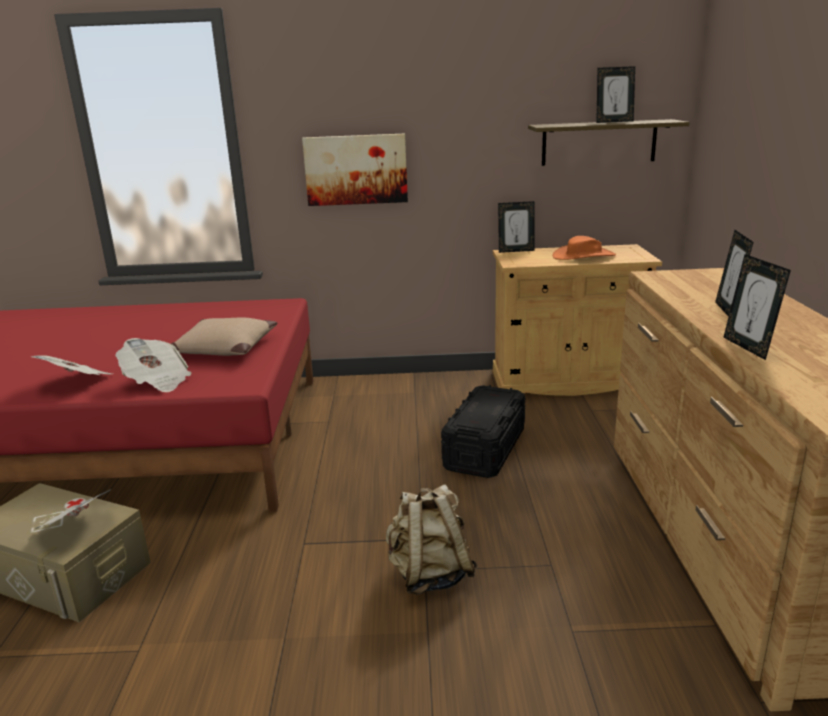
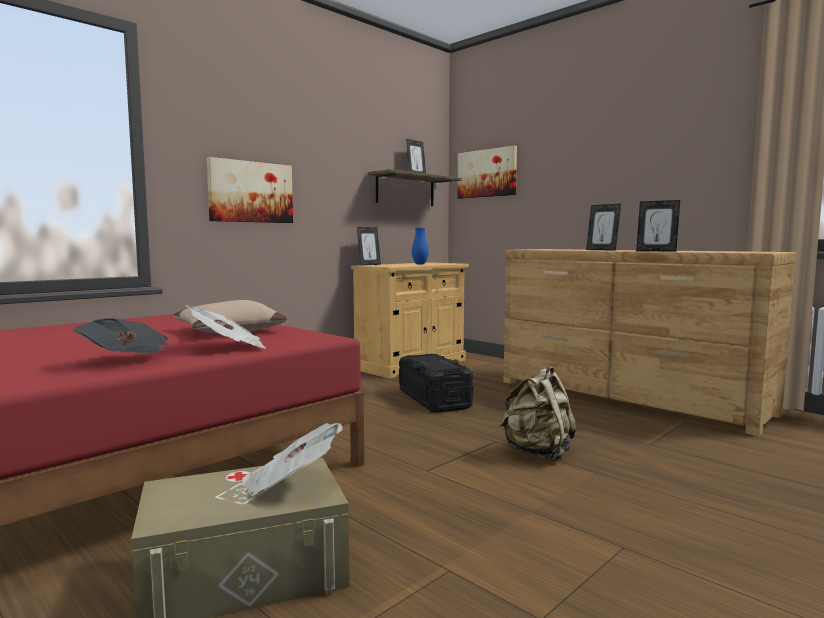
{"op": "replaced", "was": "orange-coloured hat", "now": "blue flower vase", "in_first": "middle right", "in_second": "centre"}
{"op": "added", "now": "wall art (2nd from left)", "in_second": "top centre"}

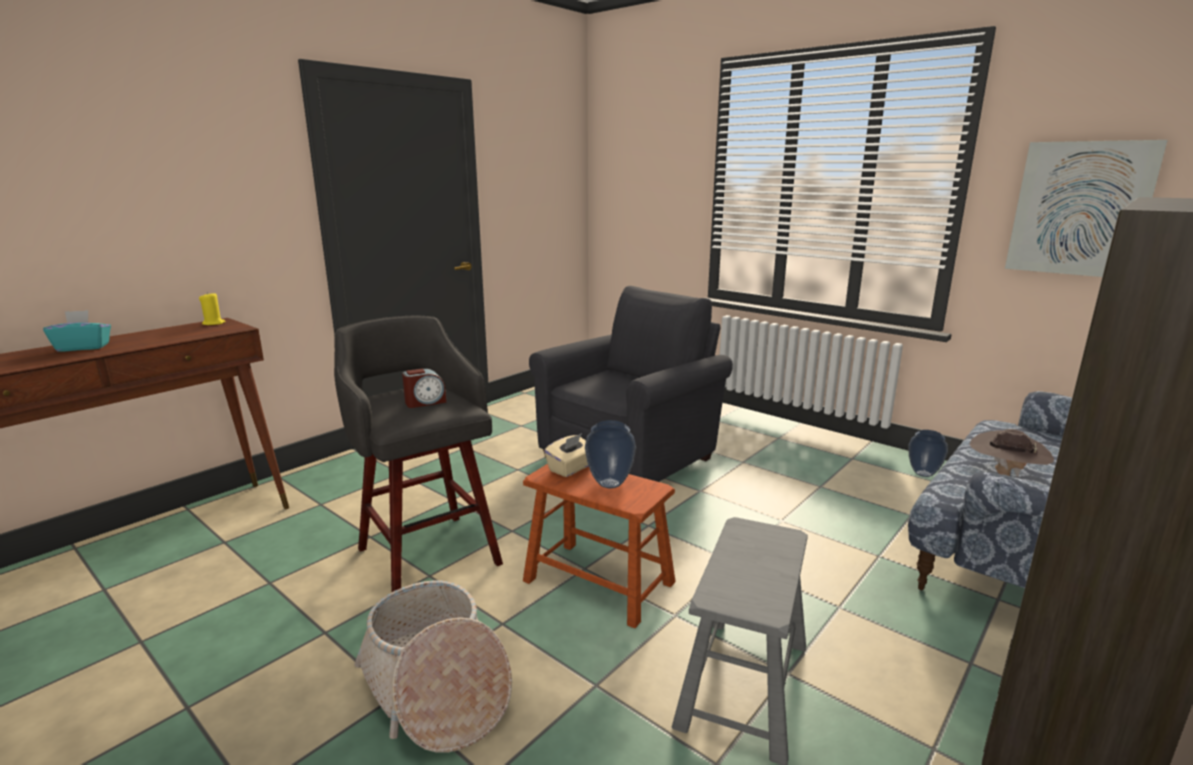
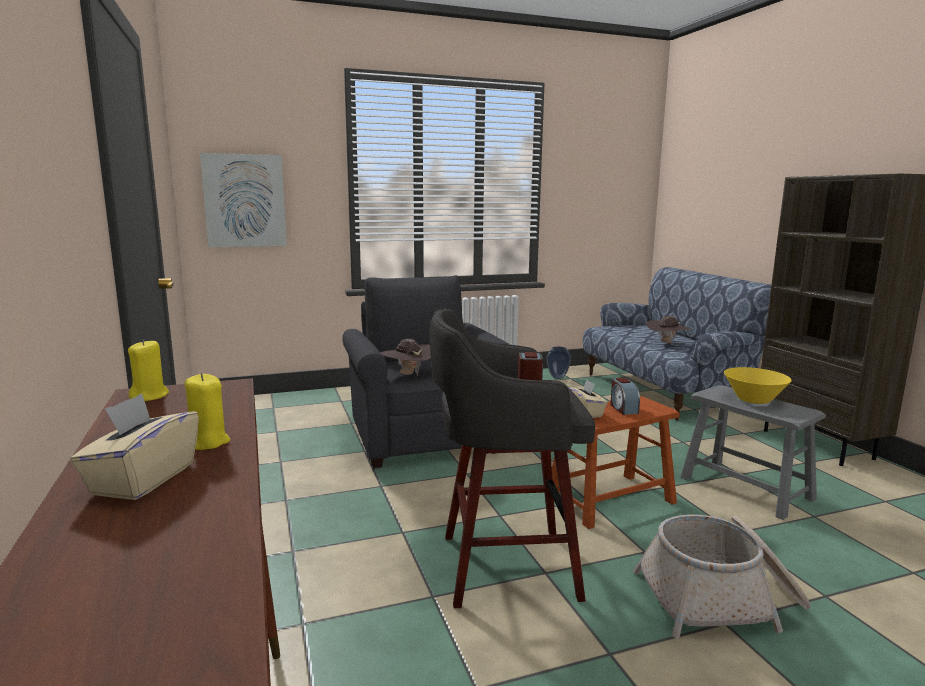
{"op": "moved", "was": "wall art", "in_first": "top right", "in_second": "top left"}
{"op": "recoloured", "was": "turquoise box of tissues", "now": "beige-coloured box of tissues (1st from left)", "in_first": "middle left", "in_second": "middle left"}
{"op": "replaced", "was": "flower vase (1st from left)", "now": "table clock (2nd from left)", "in_first": "centre", "in_second": "middle right"}
{"op": "added", "now": "brown hat (1st from left)", "in_second": "centre"}
{"op": "added", "now": "yellow-coloured serving bowl", "in_second": "middle right"}
{"op": "added", "now": "yellow-coloured wax candle (2nd from left)", "in_second": "middle left"}

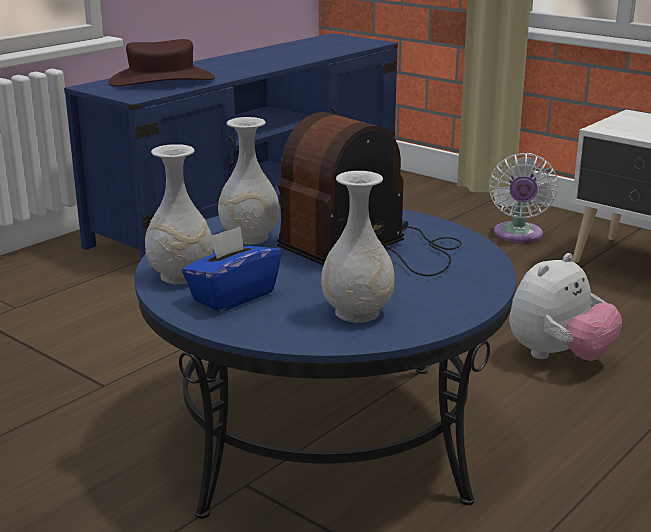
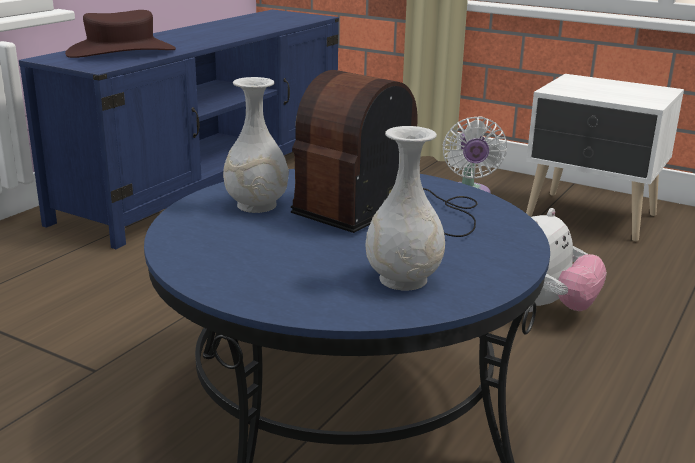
{"op": "removed", "was": "whitish flower vase (1st from left)", "in_first": "middle left"}
{"op": "removed", "was": "blue box of tissues", "in_first": "centre"}

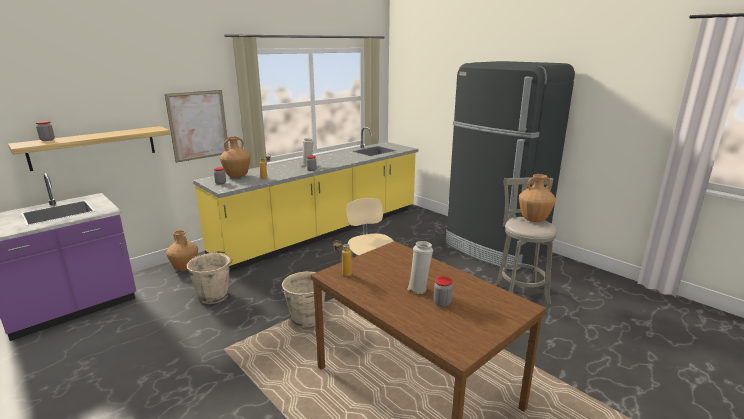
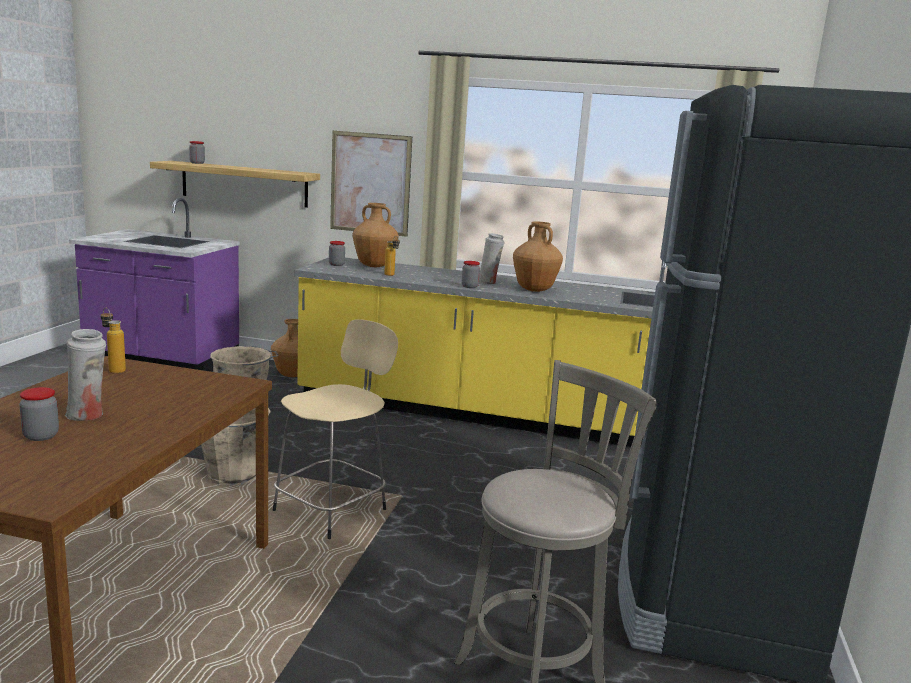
{"op": "moved", "was": "brown flower vase (3rd from left)", "in_first": "middle right", "in_second": "centre"}

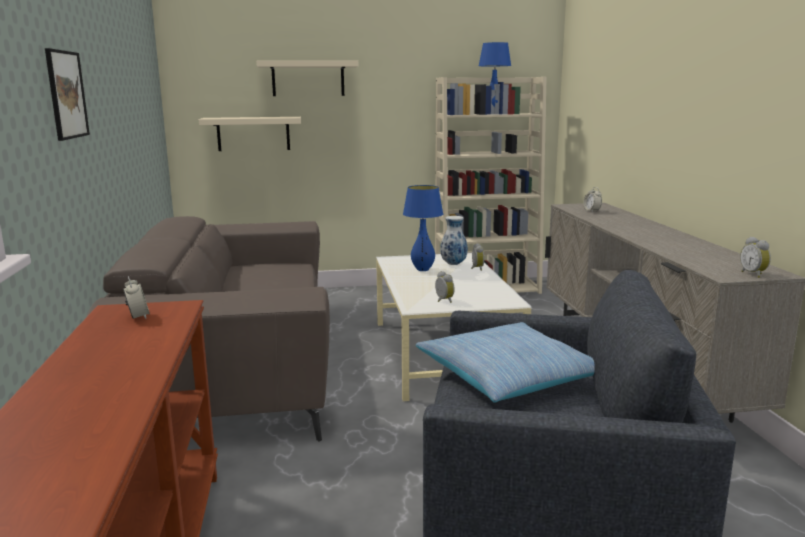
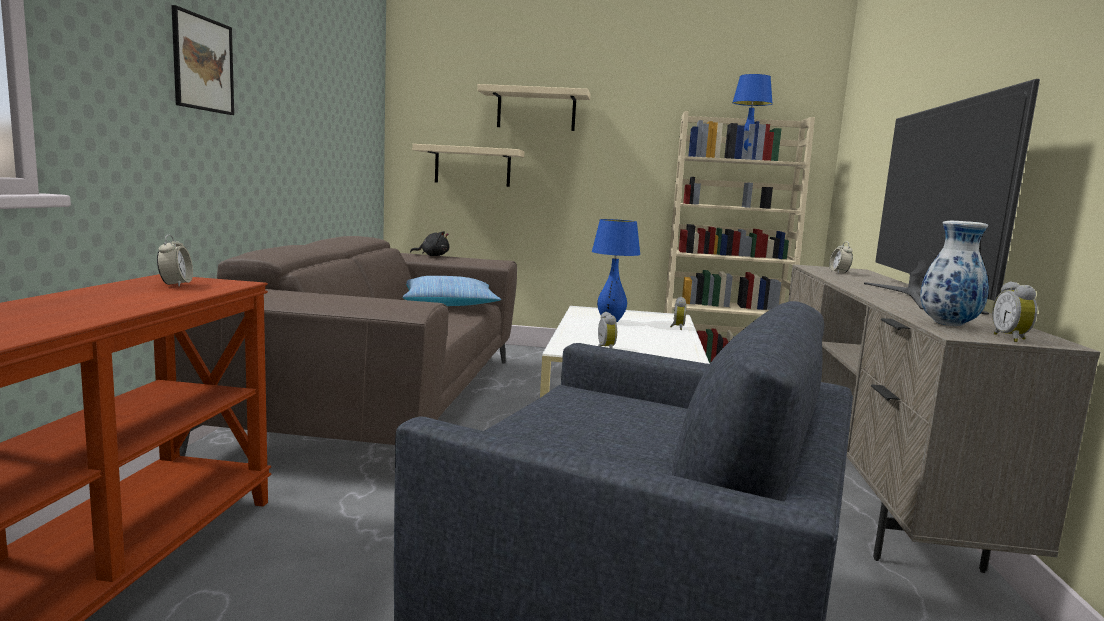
{"op": "moved", "was": "flower vase", "in_first": "centre", "in_second": "middle right"}
{"op": "moved", "was": "pillow", "in_first": "bottom centre", "in_second": "centre"}
{"op": "added", "now": "TV", "in_second": "top right"}
{"op": "added", "now": "black soft toy", "in_second": "centre"}

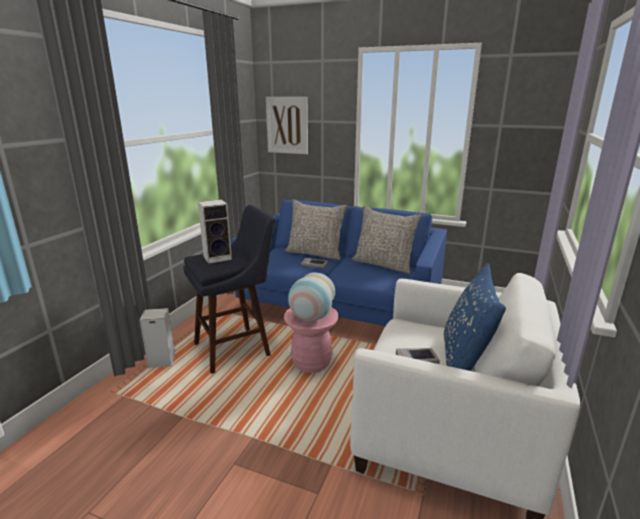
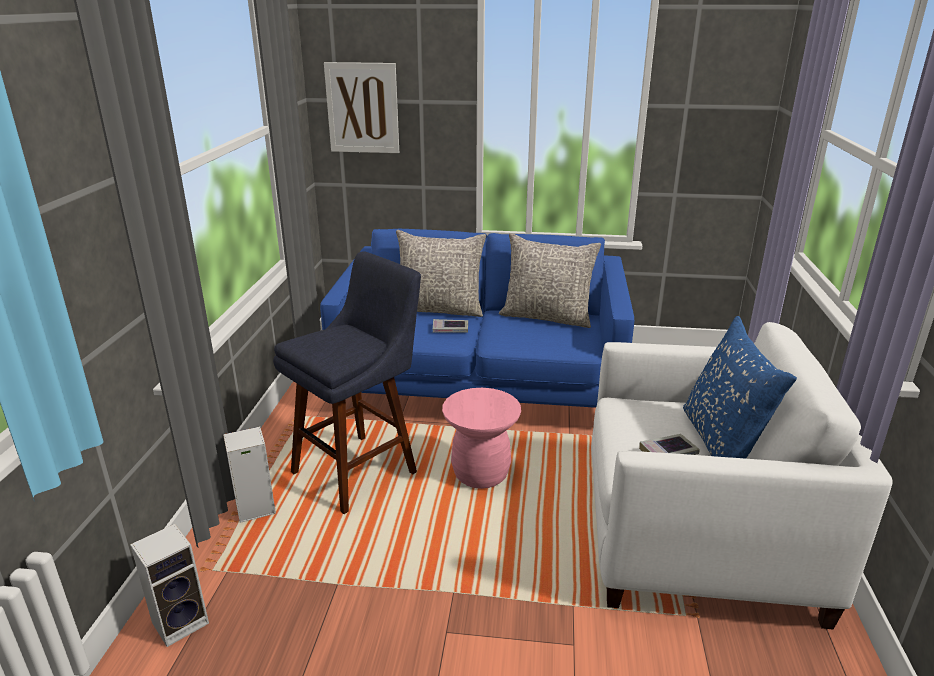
{"op": "moved", "was": "loudspeaker (2nd from left in the first image)", "now": "loudspeaker (1st from left)", "in_first": "centre", "in_second": "bottom left"}
{"op": "removed", "was": "flower vase", "in_first": "centre"}

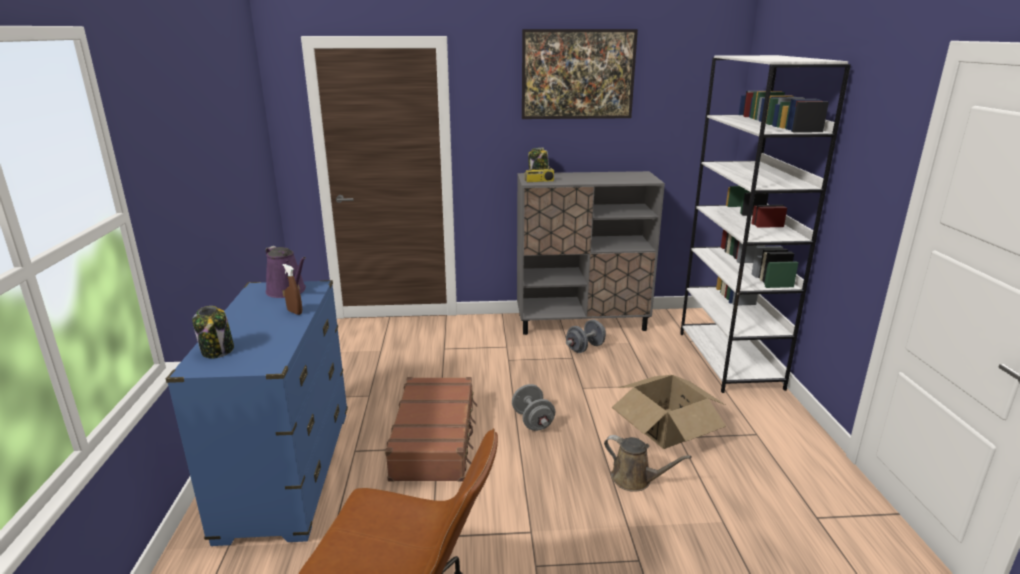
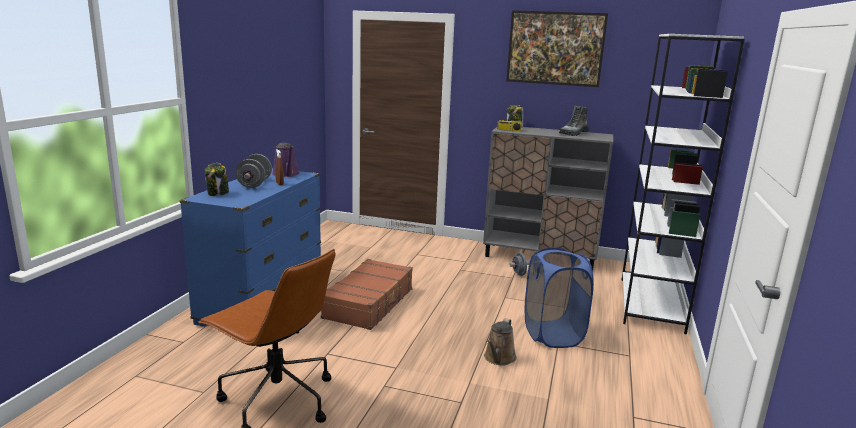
{"op": "replaced", "was": "cardboard box", "now": "blue hamper", "in_first": "bottom centre", "in_second": "bottom centre"}
{"op": "moved", "was": "gray hand weight (1st from left)", "in_first": "bottom centre", "in_second": "middle left"}
{"op": "turned", "was": "brown watering can", "in_first": "bottom centre", "in_second": "bottom centre", "clockwise": 60}
{"op": "added", "now": "boot", "in_second": "top right"}

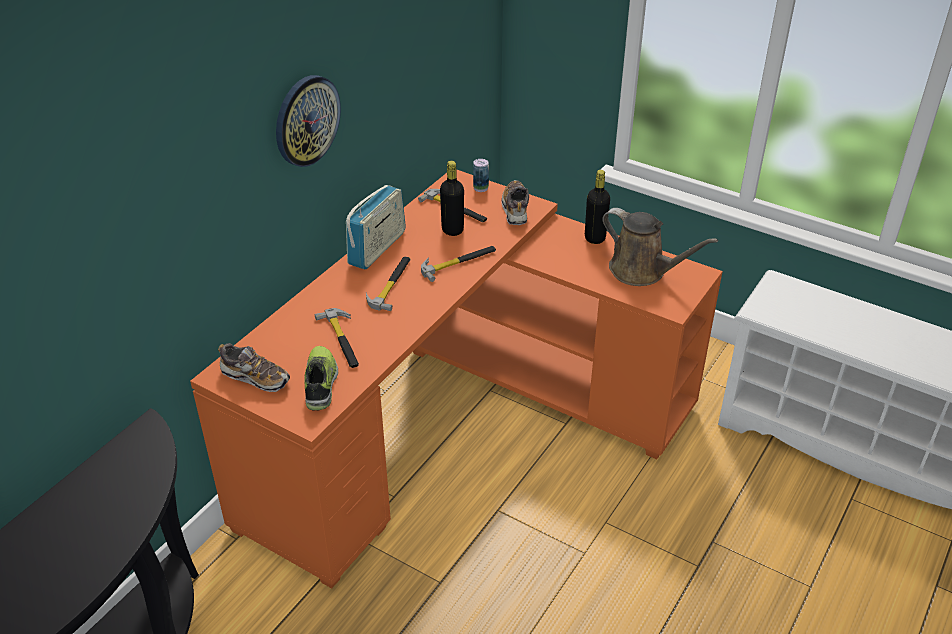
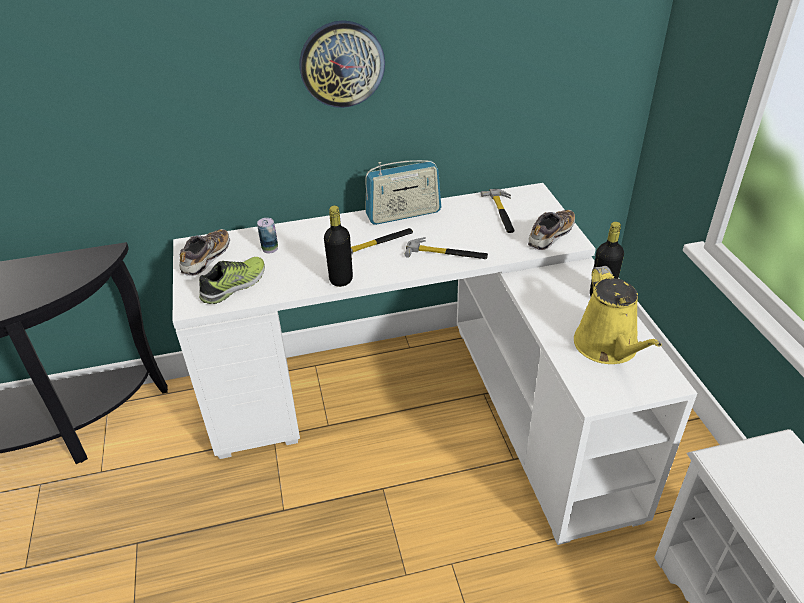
{"op": "moved", "was": "can", "in_first": "top centre", "in_second": "middle left"}
{"op": "moved", "was": "black drink bottle (1st from left)", "in_first": "top centre", "in_second": "centre"}
{"op": "recoloured", "was": "orange-coloured desk table", "now": "whitish desk table", "in_first": "centre", "in_second": "centre"}
{"op": "recoloured", "was": "brown watering can", "now": "yellow-coloured watering can", "in_first": "middle right", "in_second": "middle right"}
{"op": "removed", "was": "hammer (1st from left)", "in_first": "centre"}
{"op": "turned", "was": "low shoe (1st from left)", "in_first": "middle left", "in_second": "middle left", "clockwise": -135}

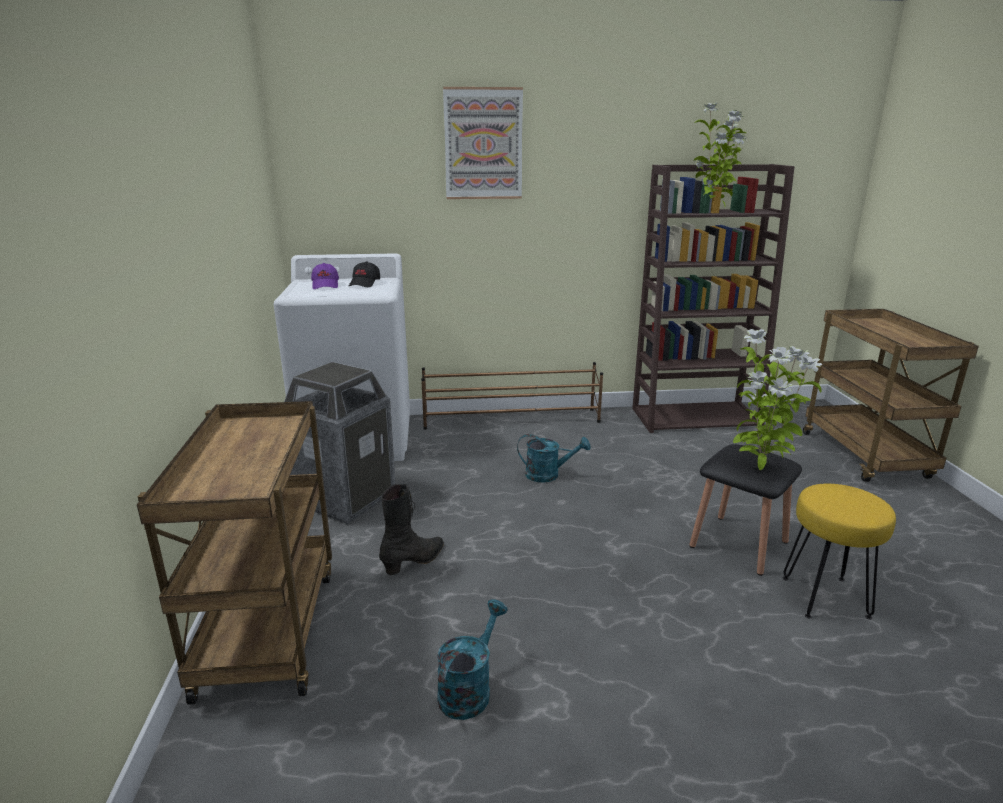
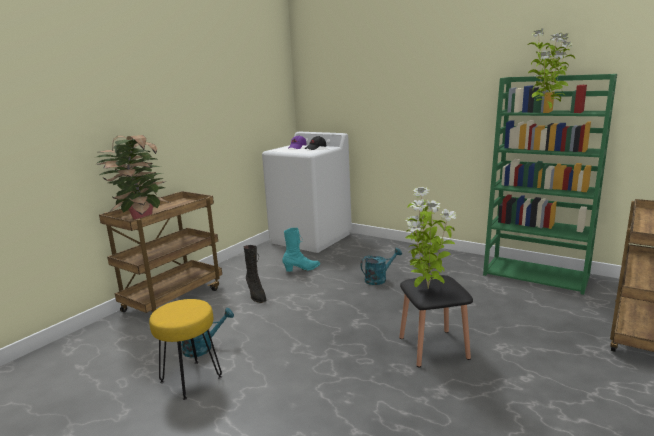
{"op": "removed", "was": "wall art", "in_first": "top centre"}
{"op": "recoloured", "was": "brown bookcase", "now": "green-coloured bookcase", "in_first": "middle right", "in_second": "middle right"}
{"op": "removed", "was": "trash can", "in_first": "centre"}
{"op": "removed", "was": "brown shoe stand", "in_first": "centre"}
{"op": "turned", "was": "turquoise watering can (2nd from left)", "in_first": "centre", "in_second": "centre", "clockwise": -75}
{"op": "turned", "was": "black boot", "in_first": "centre", "in_second": "centre", "clockwise": 75}
{"op": "moved", "was": "yellow-coloured stool seat", "in_first": "bottom right", "in_second": "bottom left"}
{"op": "added", "now": "plant in a pot (1st from left)", "in_second": "middle left"}
{"op": "added", "now": "turquoise boot", "in_second": "centre"}

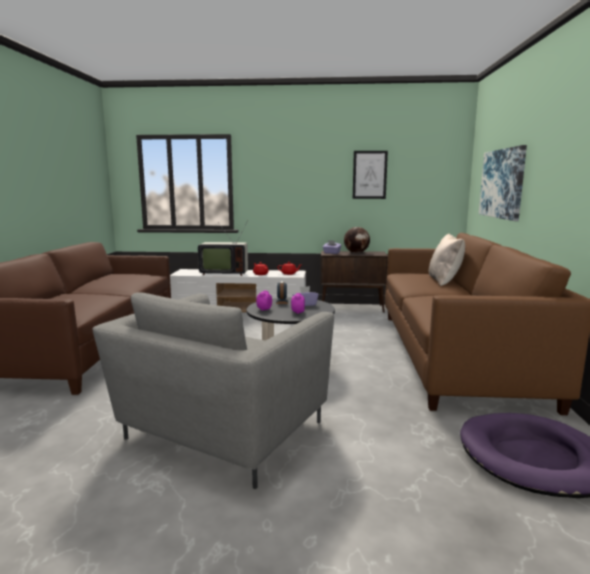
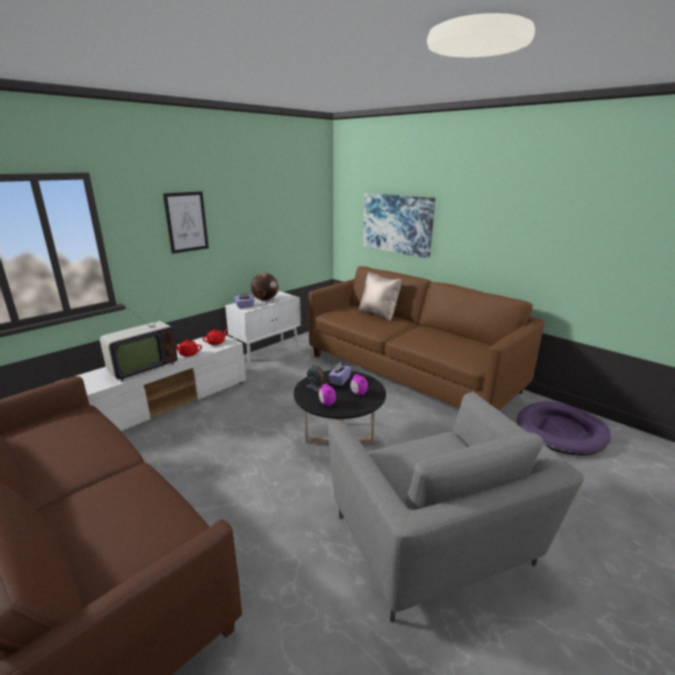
{"op": "moved", "was": "wall art (1st from left)", "in_first": "top centre", "in_second": "top left"}
{"op": "recoloured", "was": "brown cupboard", "now": "whitish cupboard", "in_first": "centre", "in_second": "centre"}

